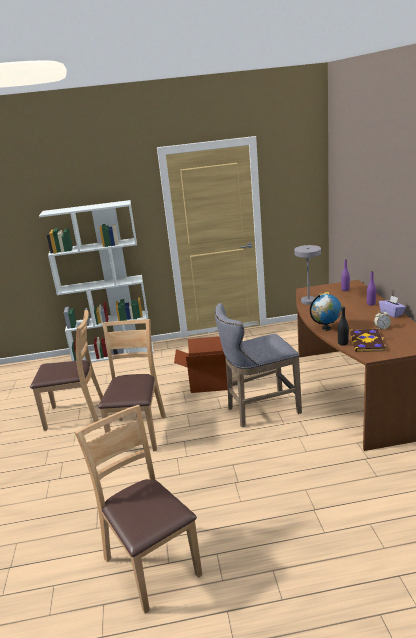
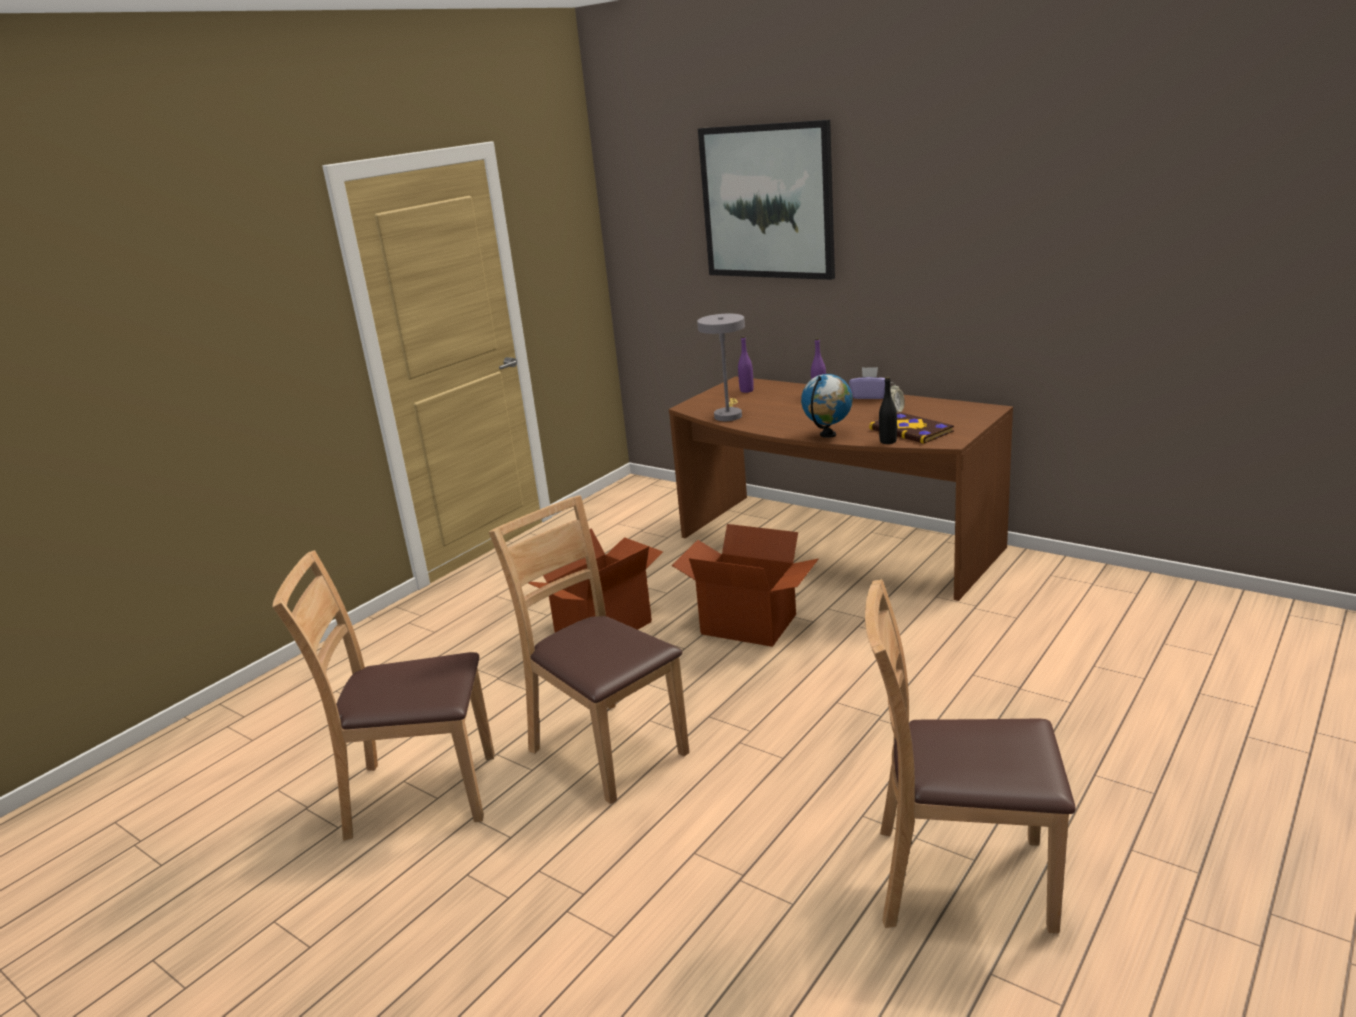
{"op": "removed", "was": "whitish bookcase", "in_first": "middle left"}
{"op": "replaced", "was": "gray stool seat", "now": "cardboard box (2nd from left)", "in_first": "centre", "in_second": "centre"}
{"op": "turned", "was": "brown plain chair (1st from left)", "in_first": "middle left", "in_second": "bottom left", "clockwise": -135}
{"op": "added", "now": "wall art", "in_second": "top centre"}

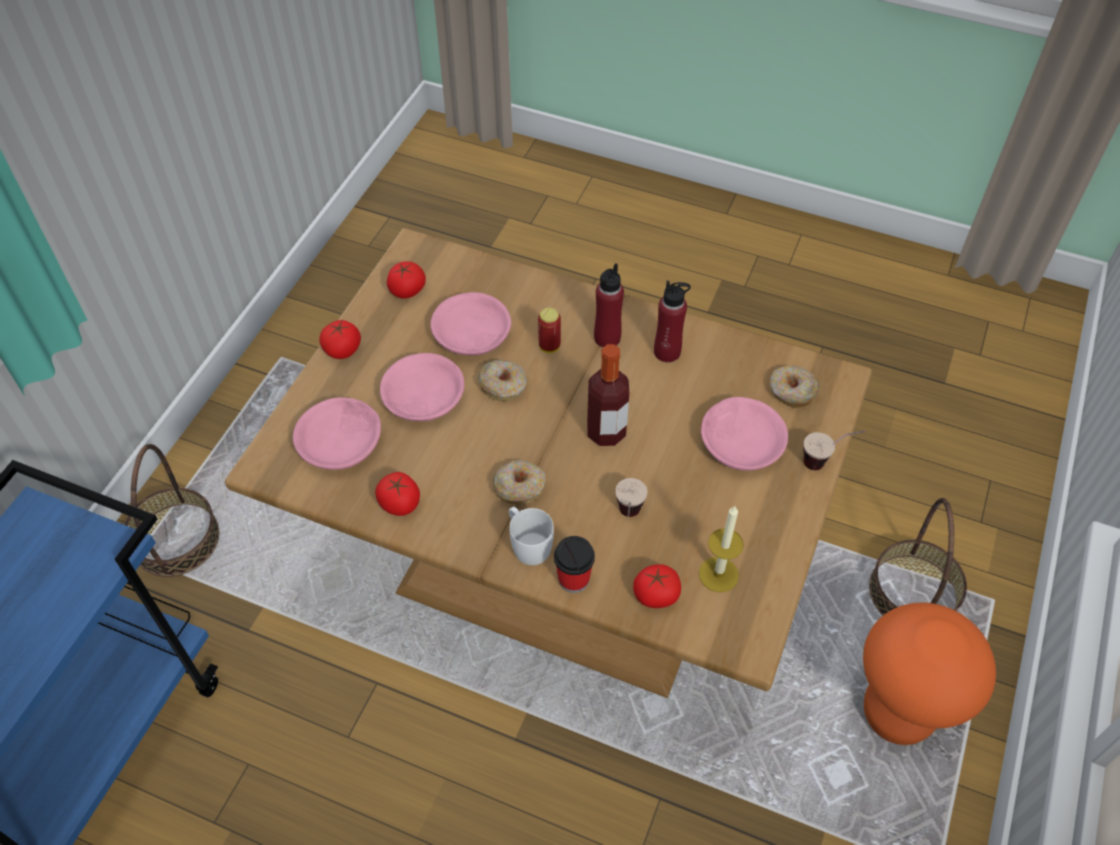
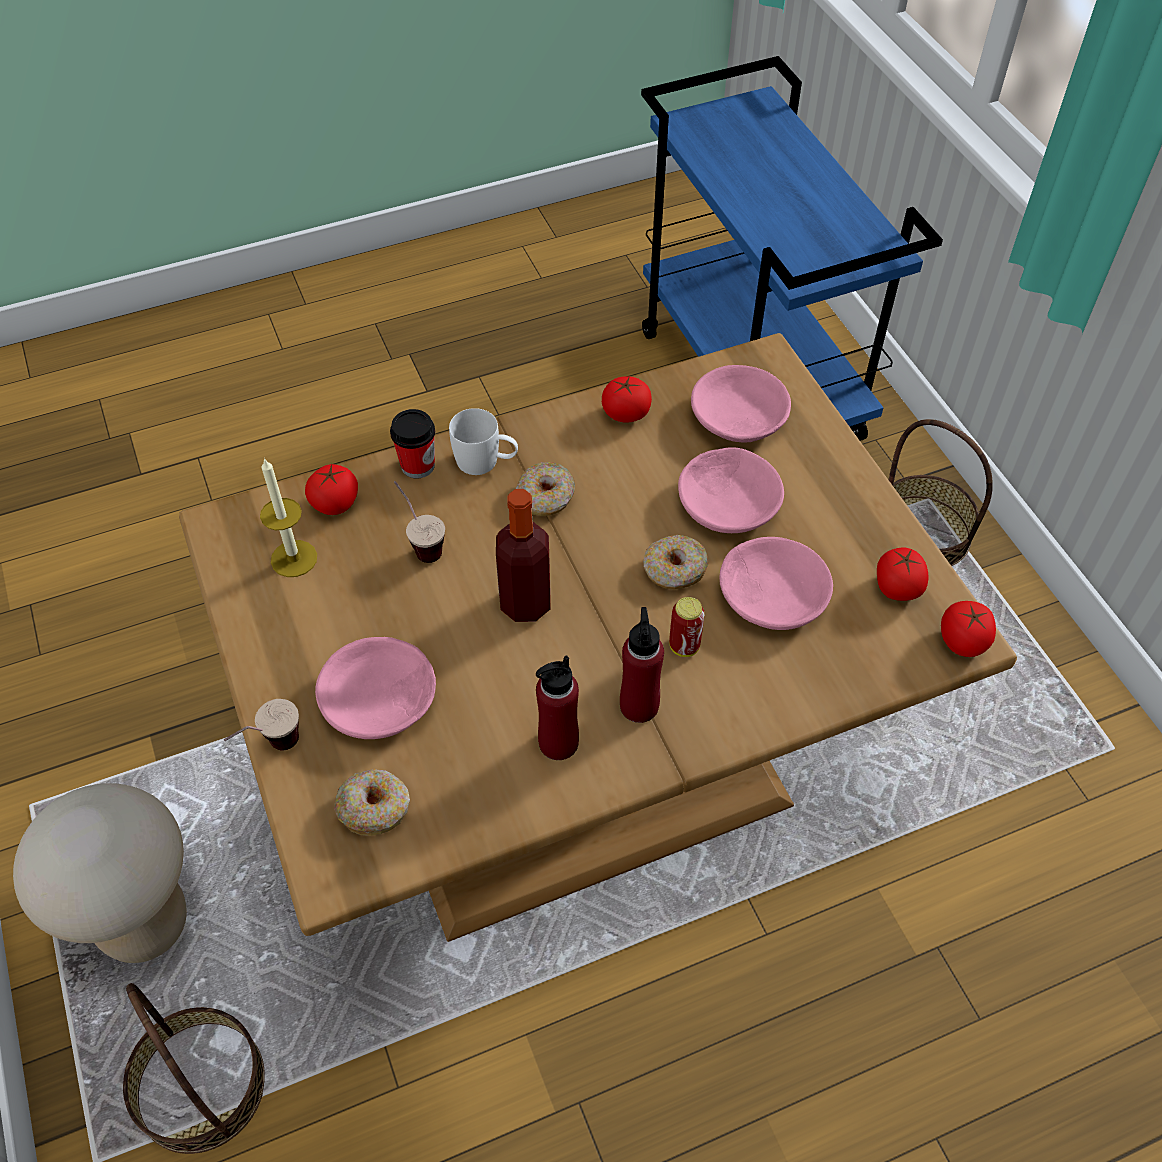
{"op": "moved", "was": "fresh tomato (1st from left in the first image)", "now": "fresh tomato (4th from left)", "in_first": "middle left", "in_second": "middle right"}
{"op": "recoloured", "was": "orange-coloured stool seat", "now": "beige-coloured stool seat", "in_first": "bottom right", "in_second": "bottom left"}

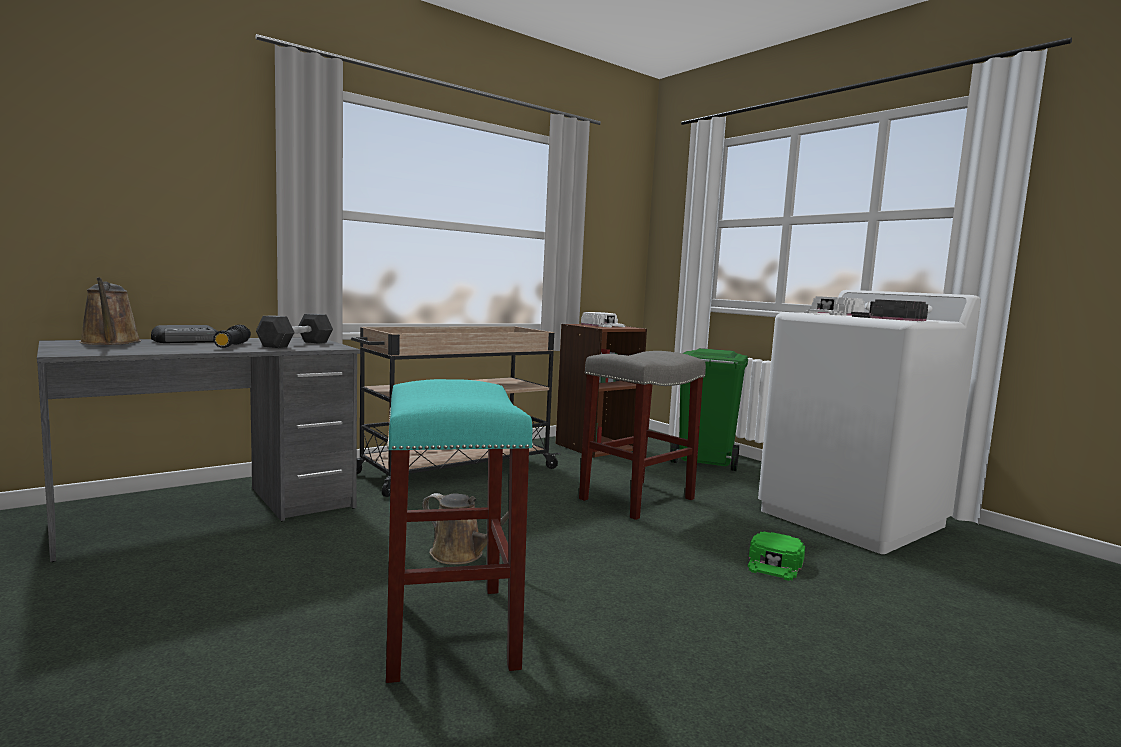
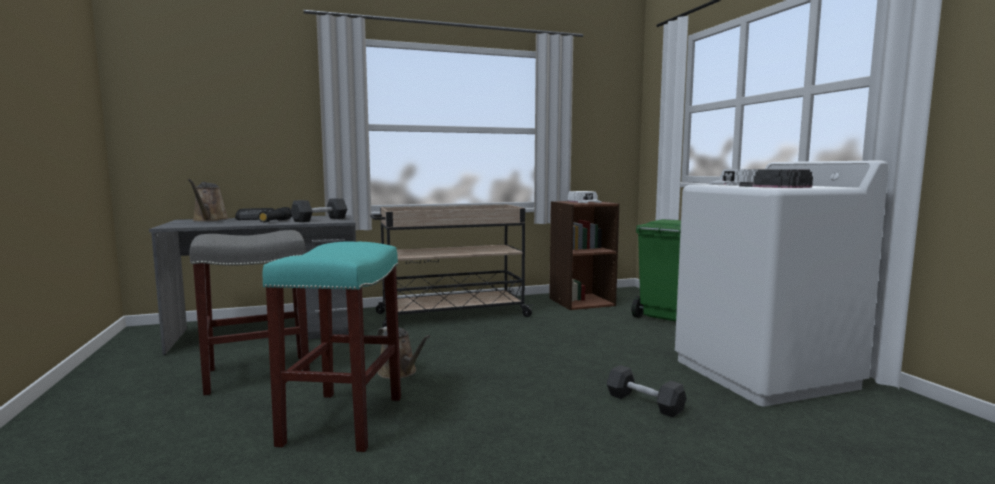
{"op": "moved", "was": "gray stool seat", "in_first": "centre", "in_second": "middle left"}
{"op": "replaced", "was": "green-coloured baseball cap", "now": "black hand weight (2nd from left)", "in_first": "bottom right", "in_second": "bottom centre"}

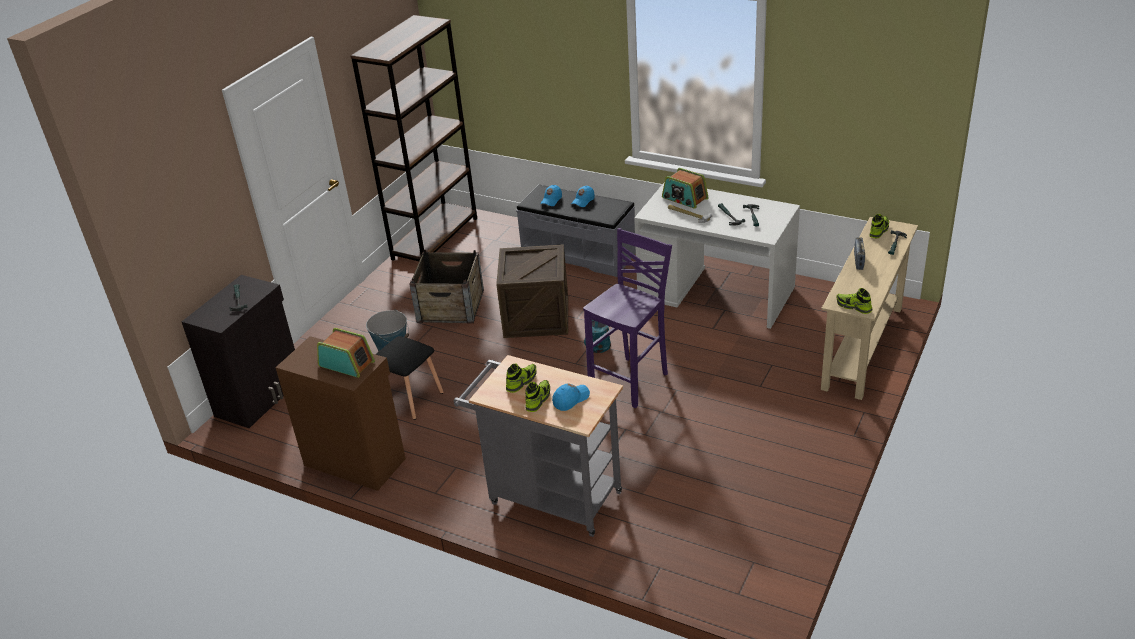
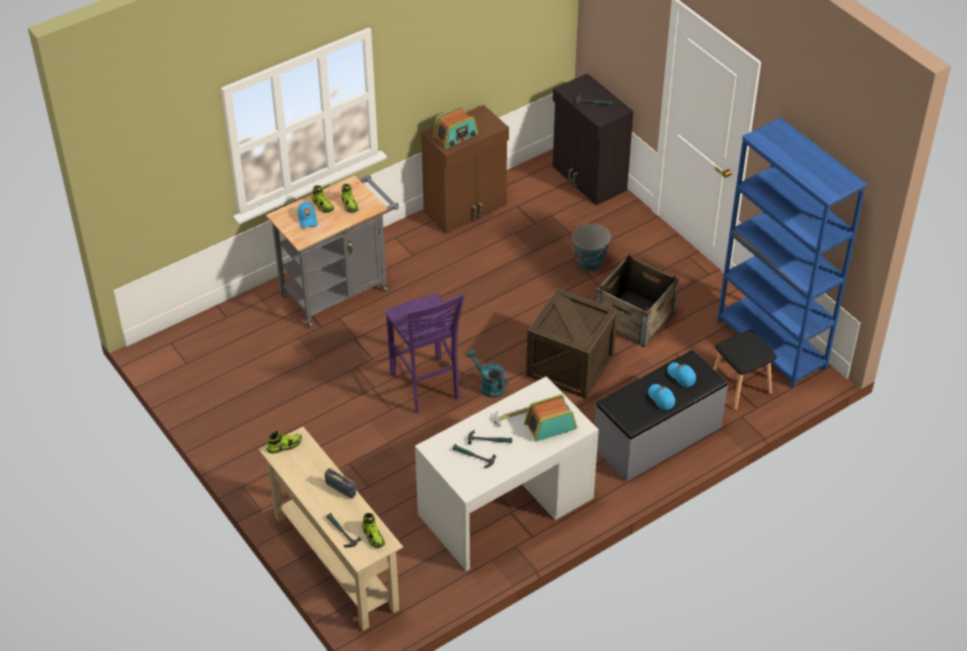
{"op": "recoloured", "was": "brown bookcase", "now": "blue bookcase", "in_first": "top centre", "in_second": "middle right"}
{"op": "moved", "was": "black stool seat", "in_first": "centre", "in_second": "middle right"}

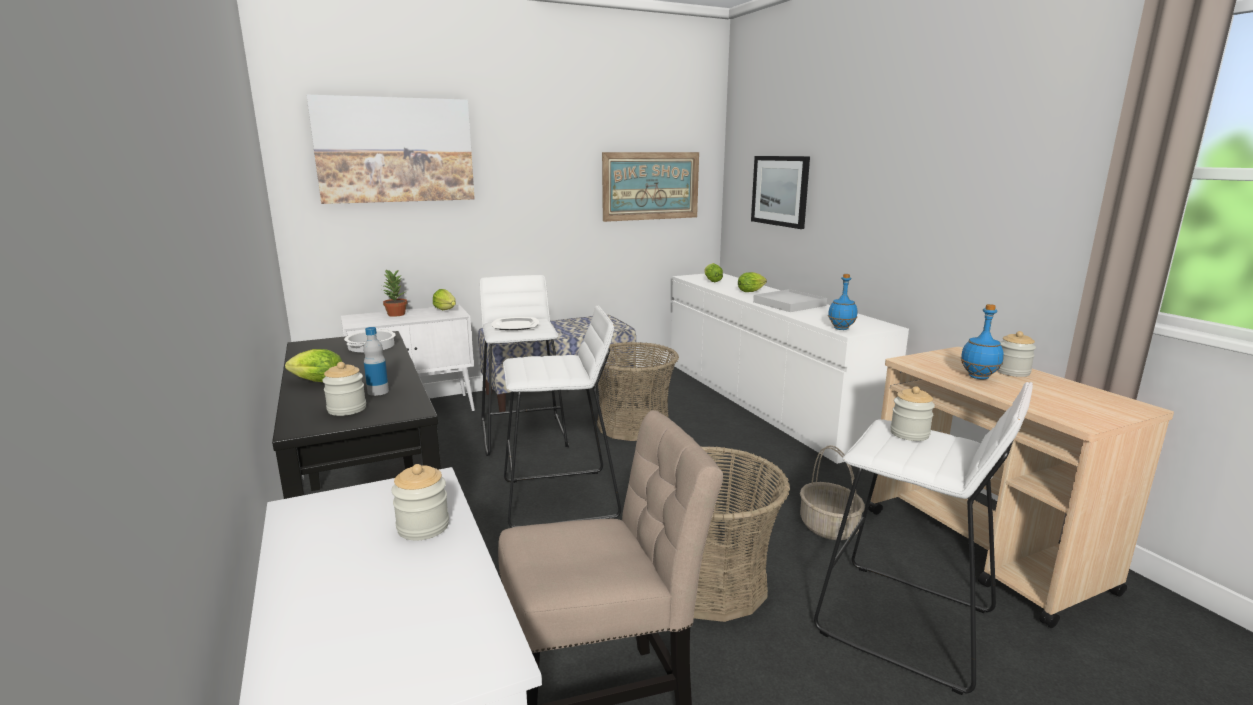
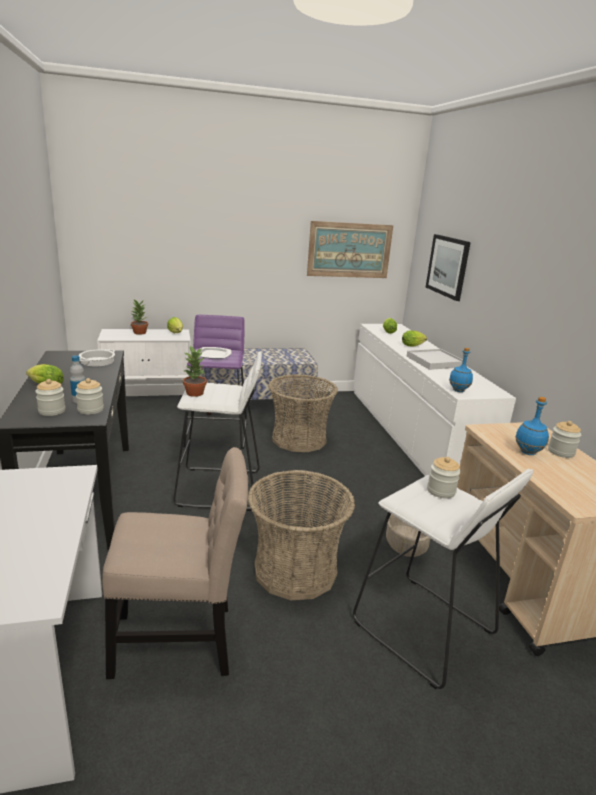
{"op": "removed", "was": "wall art (1st from left)", "in_first": "top left"}
{"op": "recoloured", "was": "whitish stool seat (1st from left)", "now": "purplish stool seat", "in_first": "centre", "in_second": "centre"}
{"op": "moved", "was": "jar (2nd from left)", "in_first": "bottom centre", "in_second": "middle left"}
{"op": "added", "now": "plant in a pot (2nd from left)", "in_second": "middle left"}

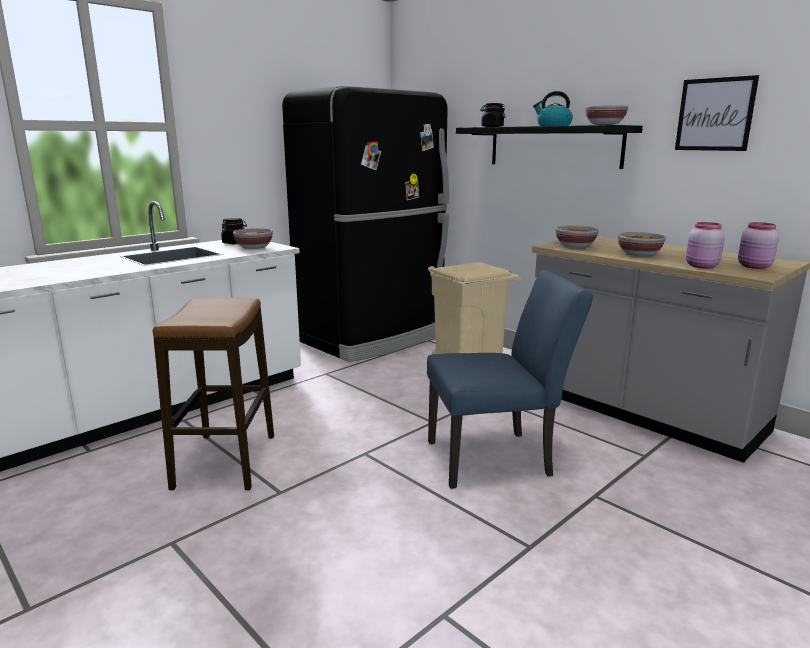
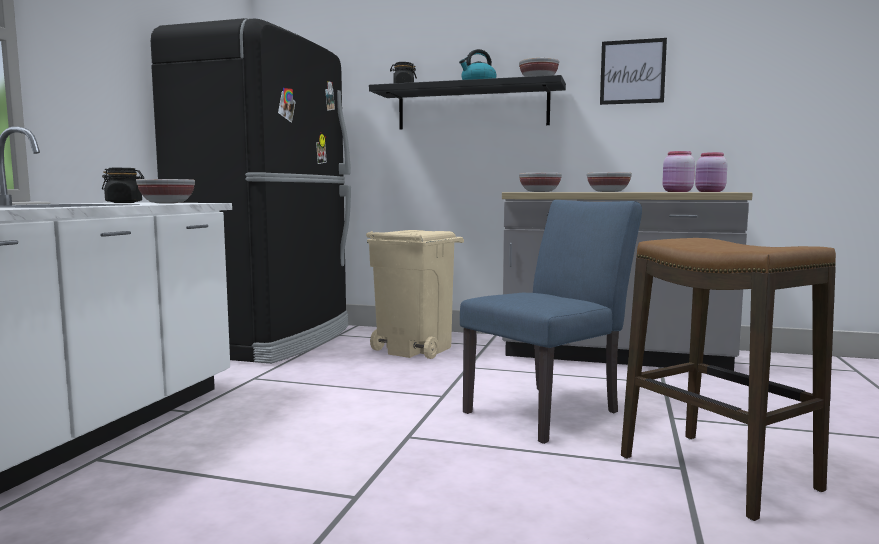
{"op": "moved", "was": "stool seat", "in_first": "middle left", "in_second": "bottom right"}

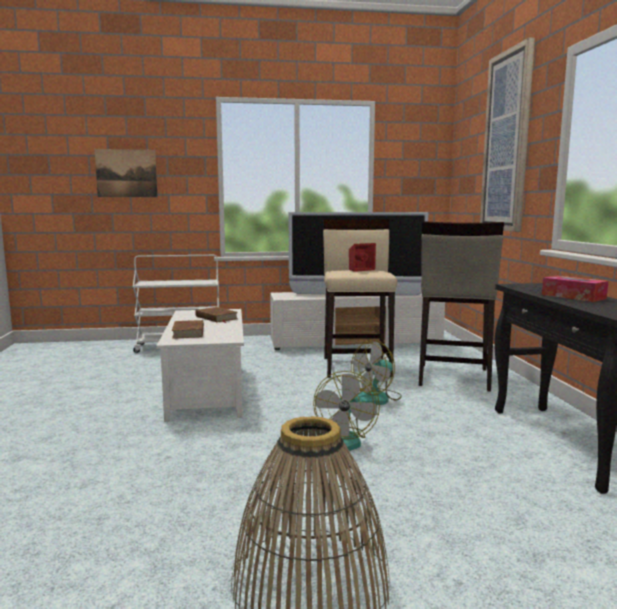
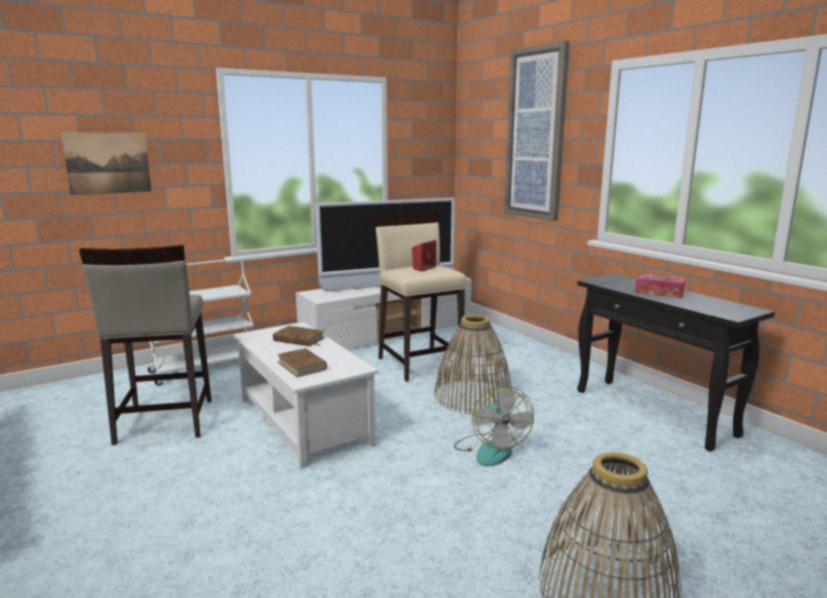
{"op": "moved", "was": "beige-coloured stool seat (2nd from left in the first image)", "now": "beige-coloured stool seat (1st from left)", "in_first": "middle right", "in_second": "middle left"}
{"op": "replaced", "was": "electric fan (2nd from left)", "now": "household basket (1st from left)", "in_first": "centre", "in_second": "centre"}

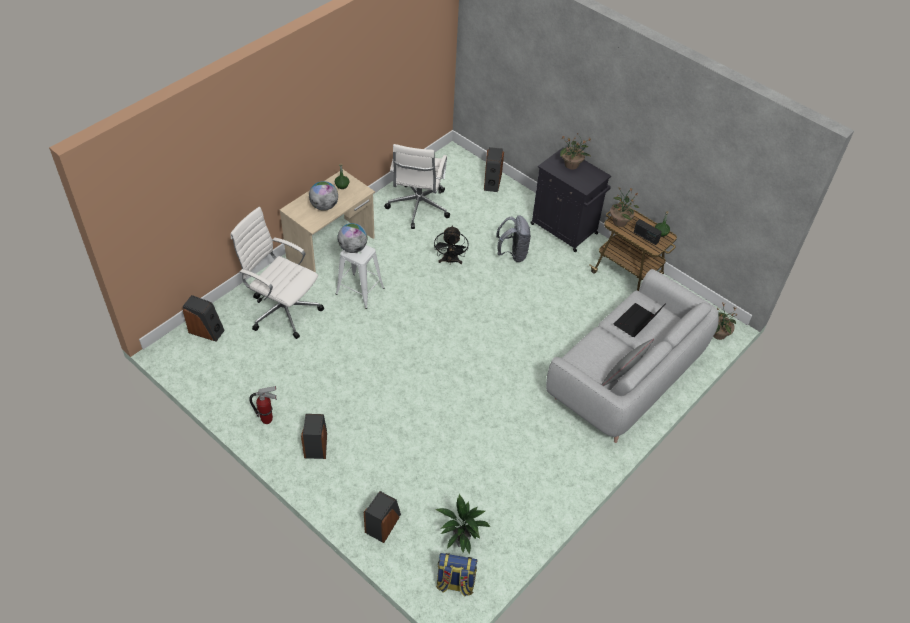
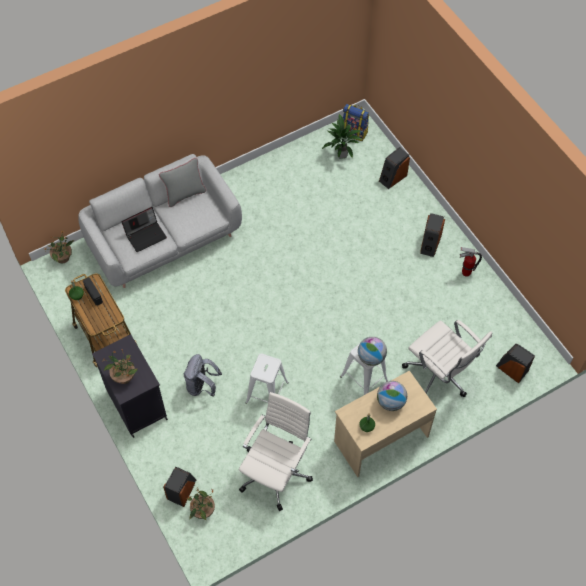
{"op": "moved", "was": "plant in a pot (3rd from left)", "in_first": "top right", "in_second": "bottom centre"}
{"op": "replaced", "was": "black electric fan", "now": "whitish stool seat (1st from left)", "in_first": "centre", "in_second": "centre"}

